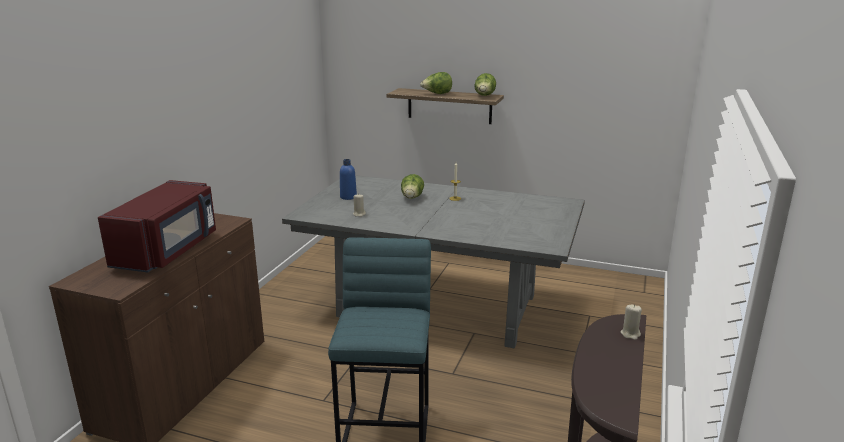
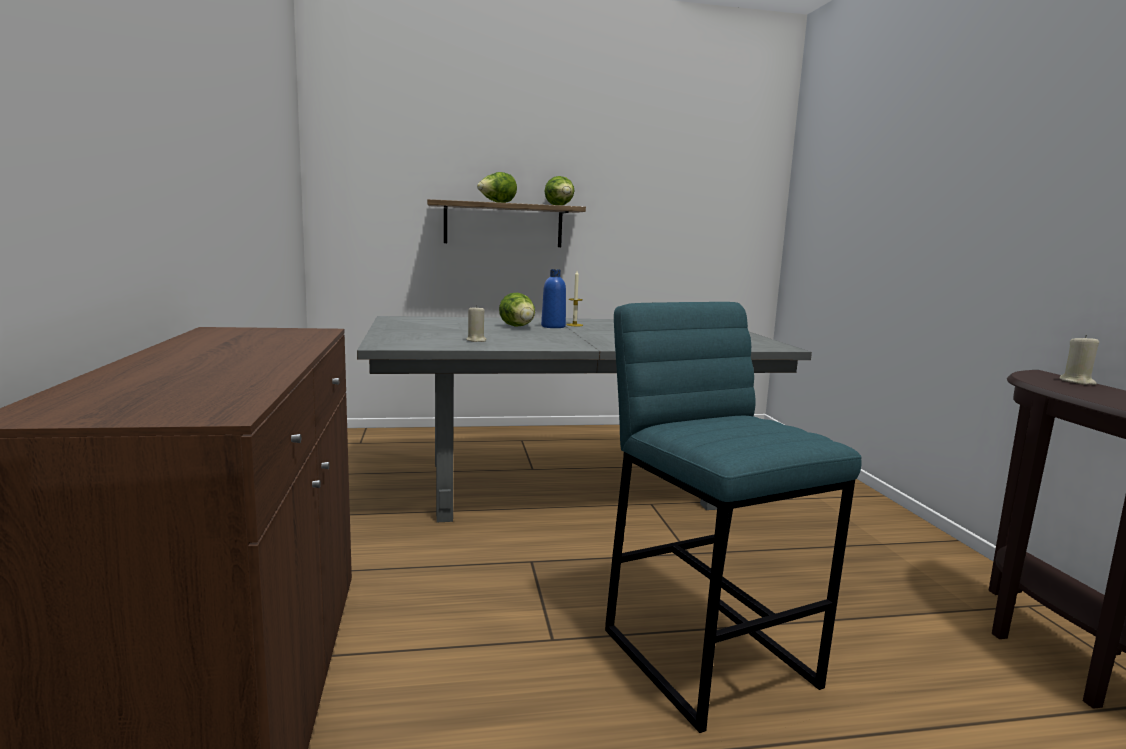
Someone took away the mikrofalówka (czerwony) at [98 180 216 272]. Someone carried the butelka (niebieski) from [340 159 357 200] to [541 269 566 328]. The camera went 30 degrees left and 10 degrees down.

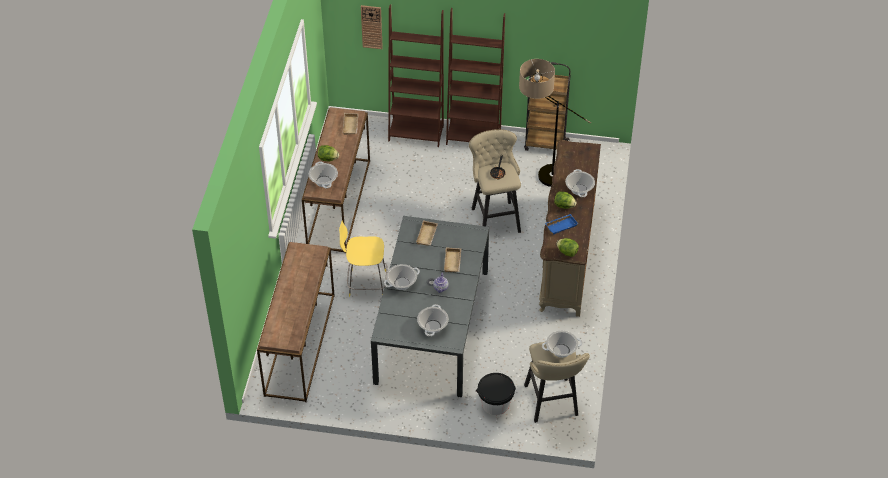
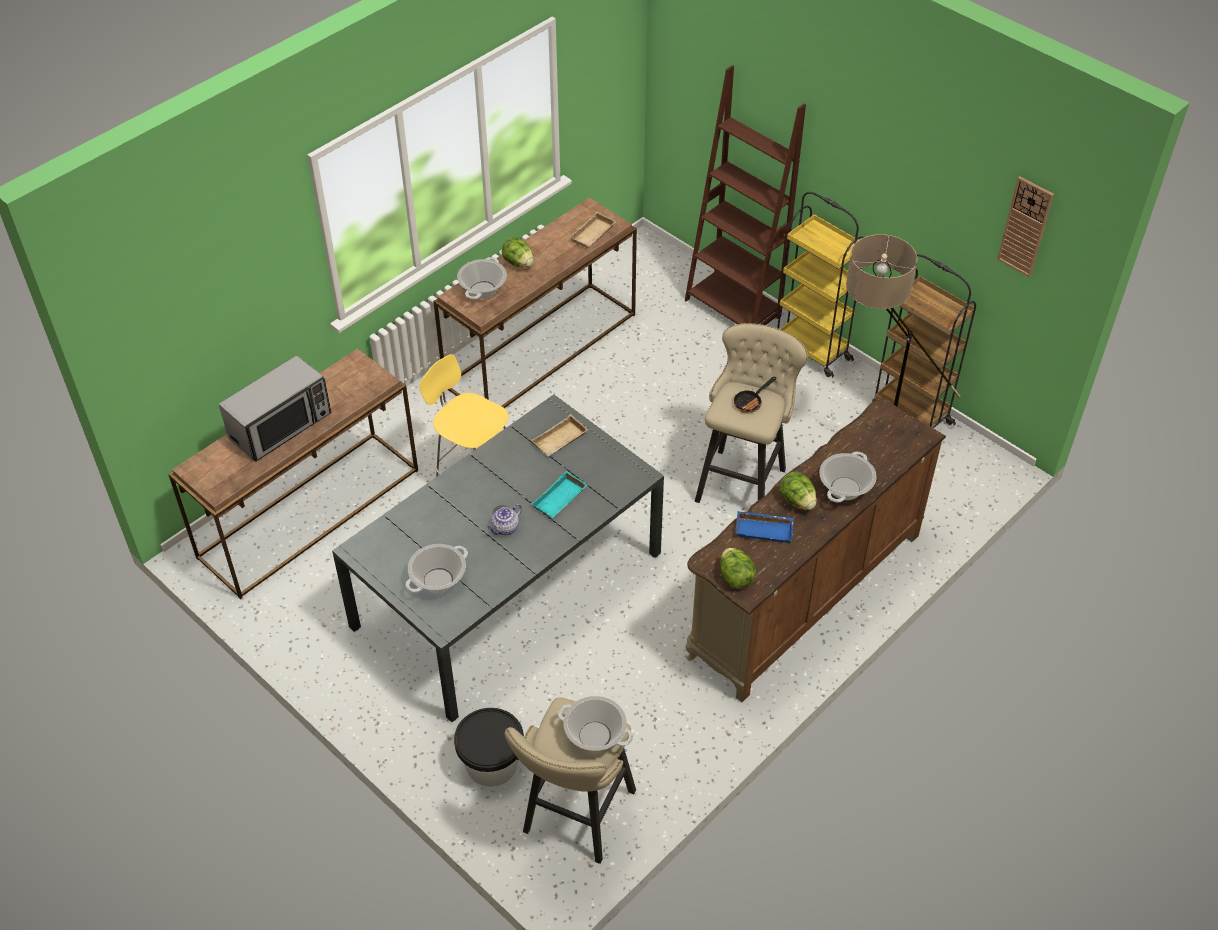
Someone carried the zegar ścienny from [361 5 383 49] to [997 176 1054 277]. Someone took away the garnek at [384 264 420 290]. Someone repainted the taca (beżowy) at [444 247 461 272], which became the taca (turkusowy) at [531 471 588 518]. Someone swapped the regał (brązowy) at [446 8 505 145] for the wózek (żółty) at [777 192 864 378]. Someone put down the mikrofalówka at [219 355 331 462]. The camera went 35 degrees right and 0 degrees up.

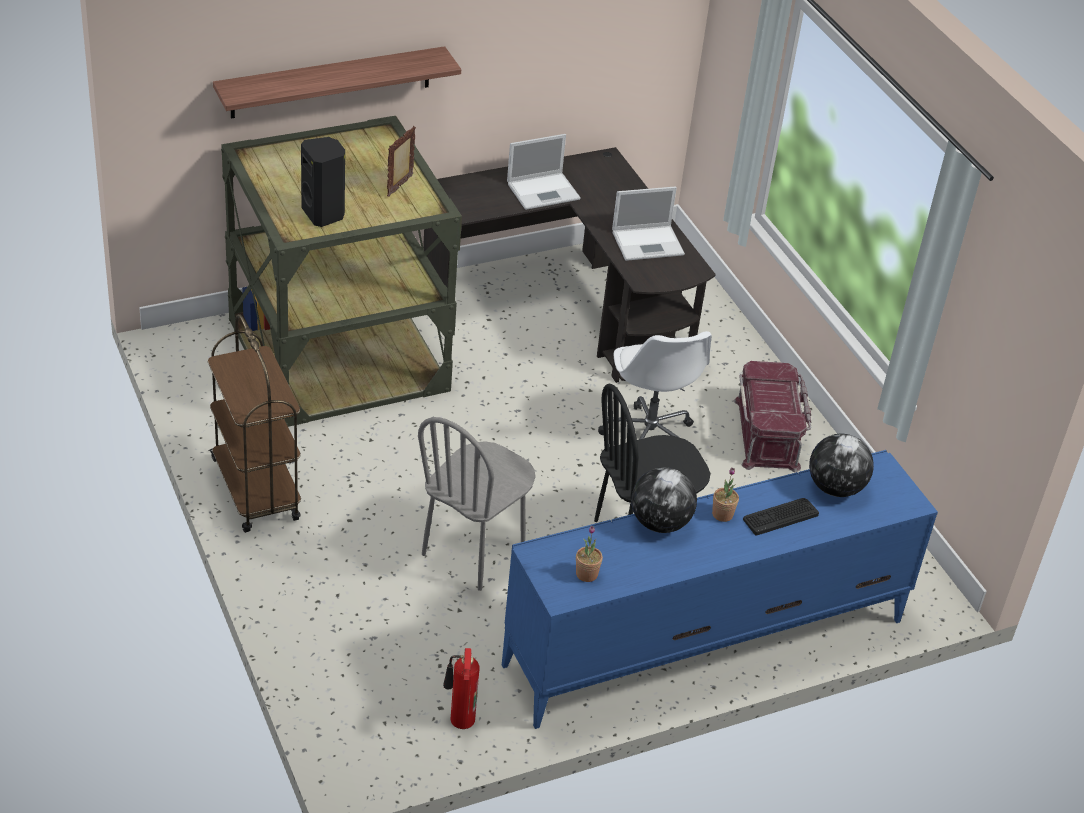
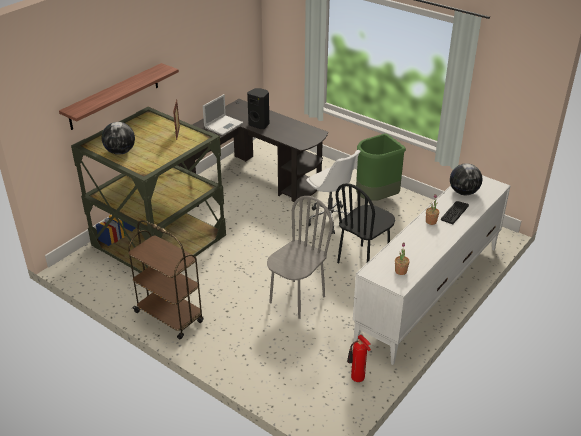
Someone carried the głośnik (czarny) from [301 137 345 227] to [247 88 269 129]. Someone rotated the krzesło (szary) at [418 417 535 591] by 150 degrees counterclockwise. Someone repainted the szafka (niebieski) at [502 450 938 729], which became the szafka (biały) at [353 175 510 365]. Someone took away the laptop at [612 186 685 261]. Someone carried the globus from [631 467 697 533] to [102 122 135 155]. Someone swapped the pojemnik do przechowywania (czerwony) at [733 361 811 473] for the kosz na śmieci (zielony) at [356 133 406 201]. The camera went 25 degrees left and 5 degrees down.

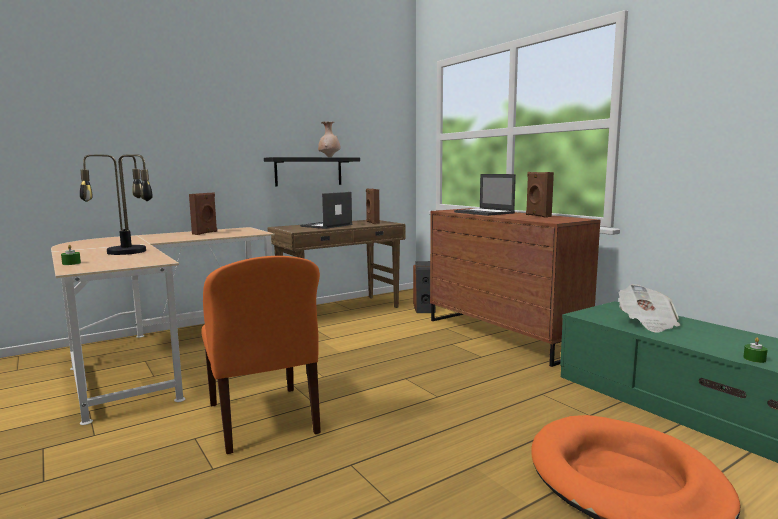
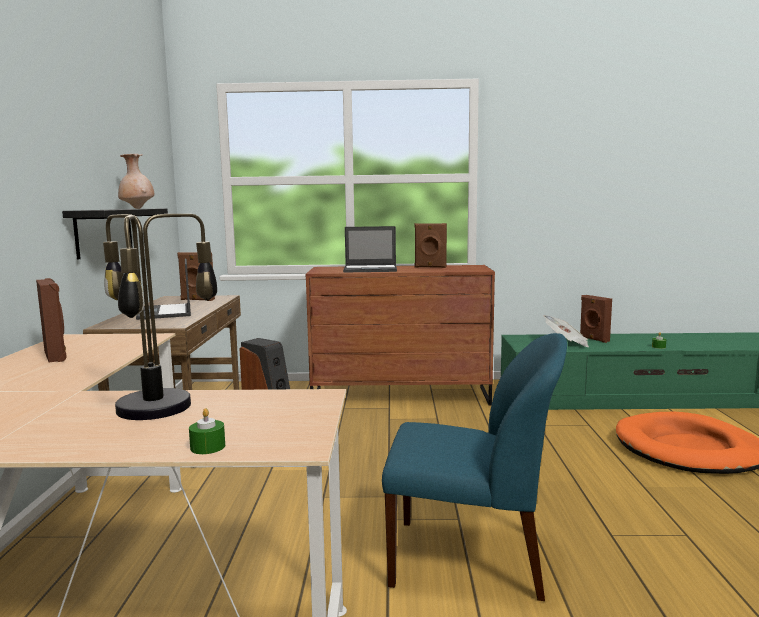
Someone repainted the krzesło (pomarańczowy) at [201 256 321 454], which became the krzesło (niebieski) at [382 333 567 601]. Someone put down the głośnik (brązowy) at [580 295 612 343]. The camera went 55 degrees left and 0 degrees up.

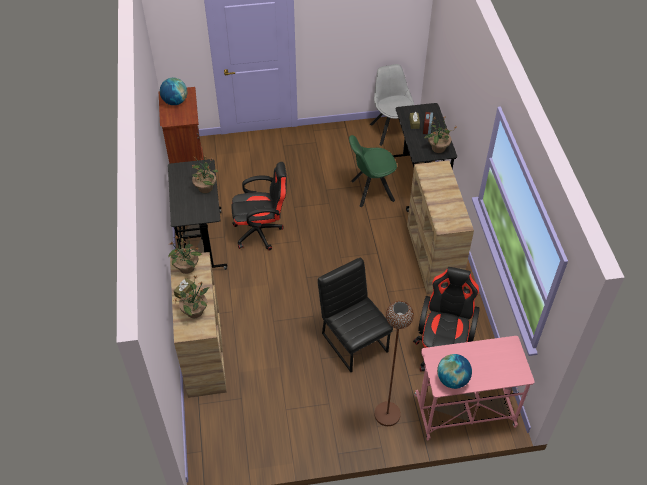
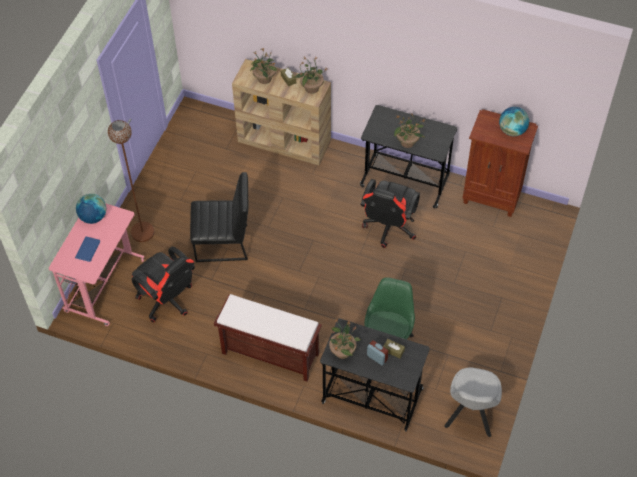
Someone rotated the krzesło (szary) at [370 64 414 146] by 90 degrees clockwise. Someone swapped the regał (brązowy) at [407 160 474 294] for the ławka (brązowy) at [214 294 322 381]. Someone put down the książka (niebieski) at [75 236 100 262]. The camera went 120 degrees right and 5 degrees up.

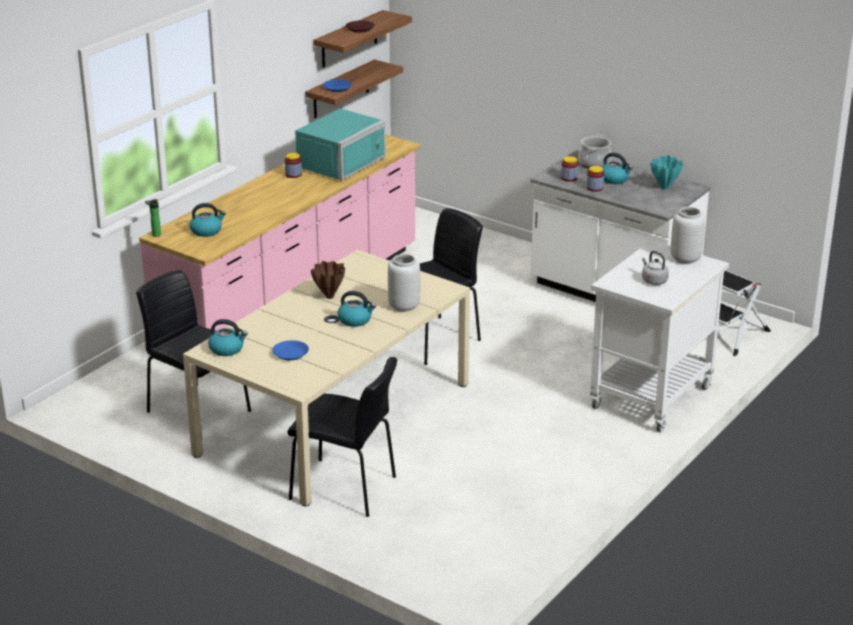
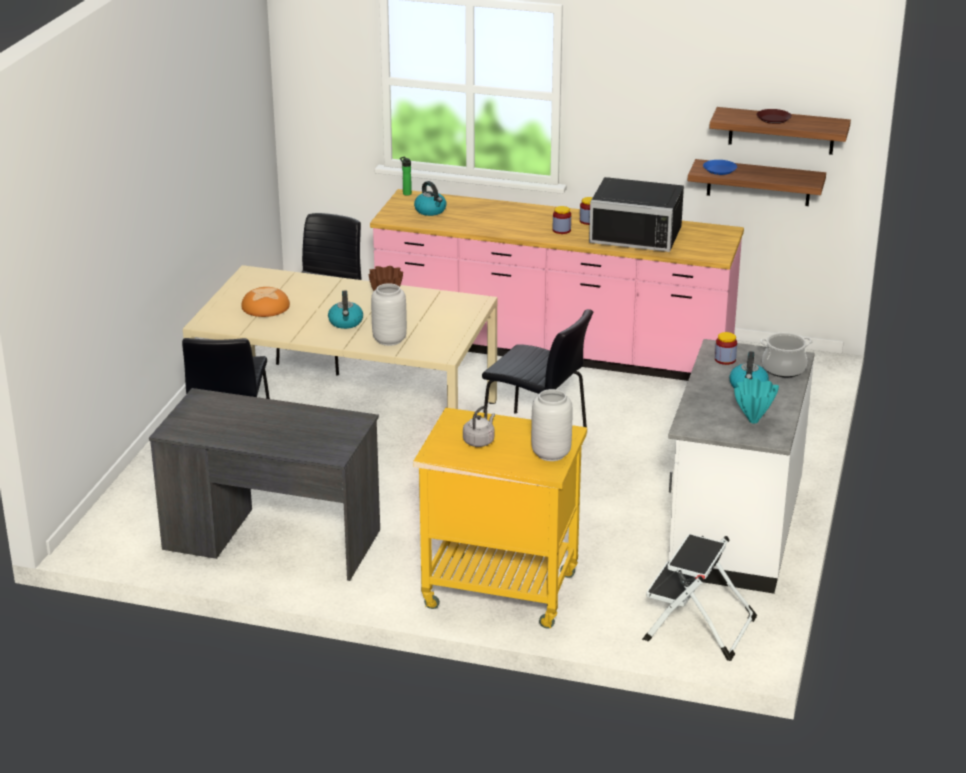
Someone took away the czajnik at [208 319 248 356]. Someone swapped the talerz (niebieski) at [272 340 309 360] for the chleb at [241 287 290 317]. Someone repainted the mikrofalówka (turkusowy) at [295 108 386 181], which became the mikrofalówka (czarny) at [589 177 684 252]. Someone carried the słoik from [587 166 604 192] to [553 206 571 234]. Someone repainted the wózek (biały) at [590 240 729 432], which became the wózek (żółty) at [413 408 588 628]. Someone put down the biurko (szary) at [149 388 380 581]. The camera went 70 degrees right and 0 degrees up.

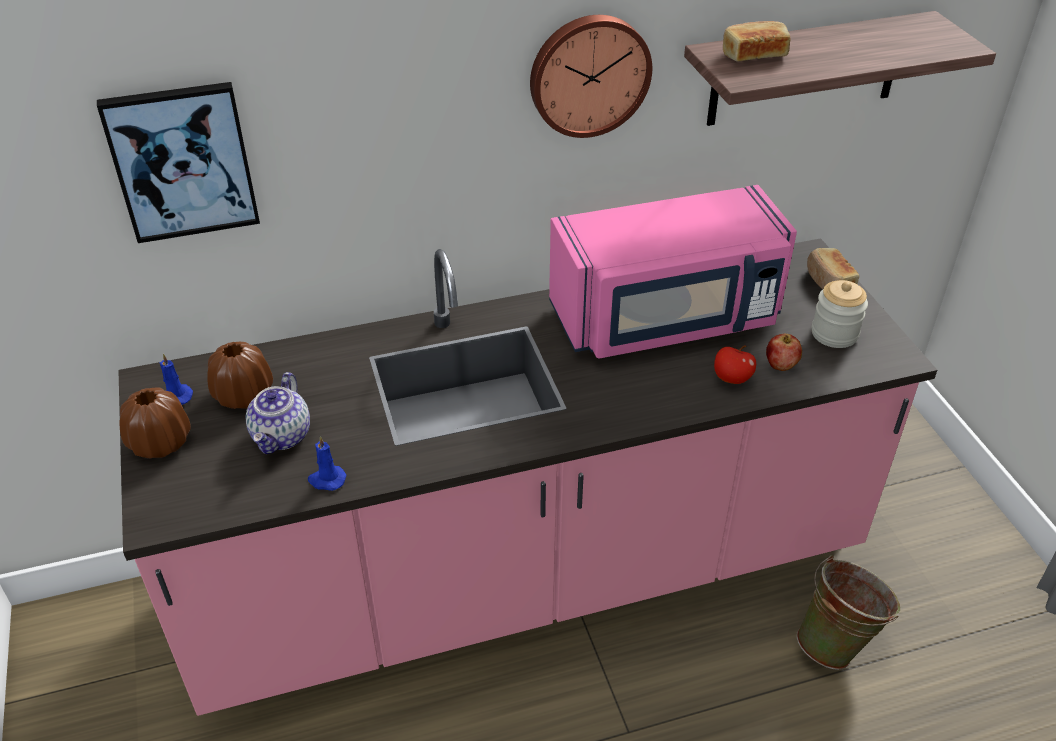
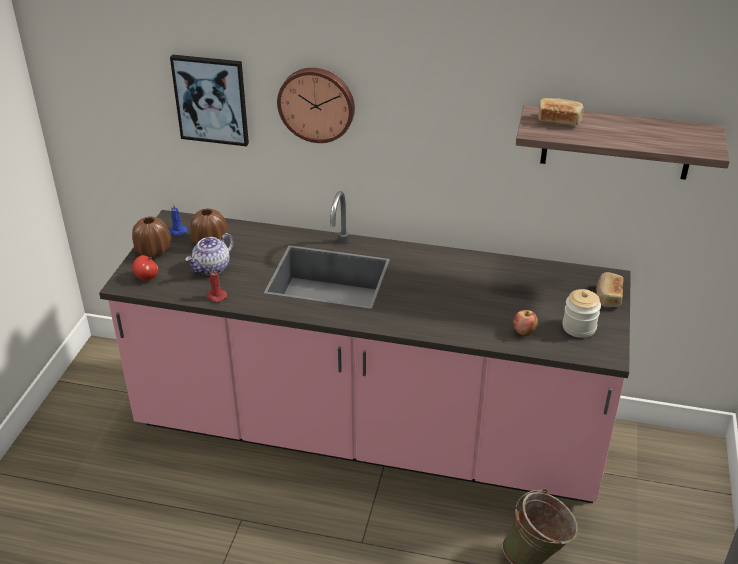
Someone repainted the świeca (niebieski) at [308 436 346 491], which became the świeca (czerwony) at [207 267 227 302]. Someone carried the zegar ścienny from [530 15 652 138] to [277 68 355 143]. Someone took away the mikrofalówka (różowy) at [549 185 797 358]. Someone carried the jabłko from [714 345 756 384] to [132 255 158 280]. The camera went 30 degrees right and 5 degrees down.

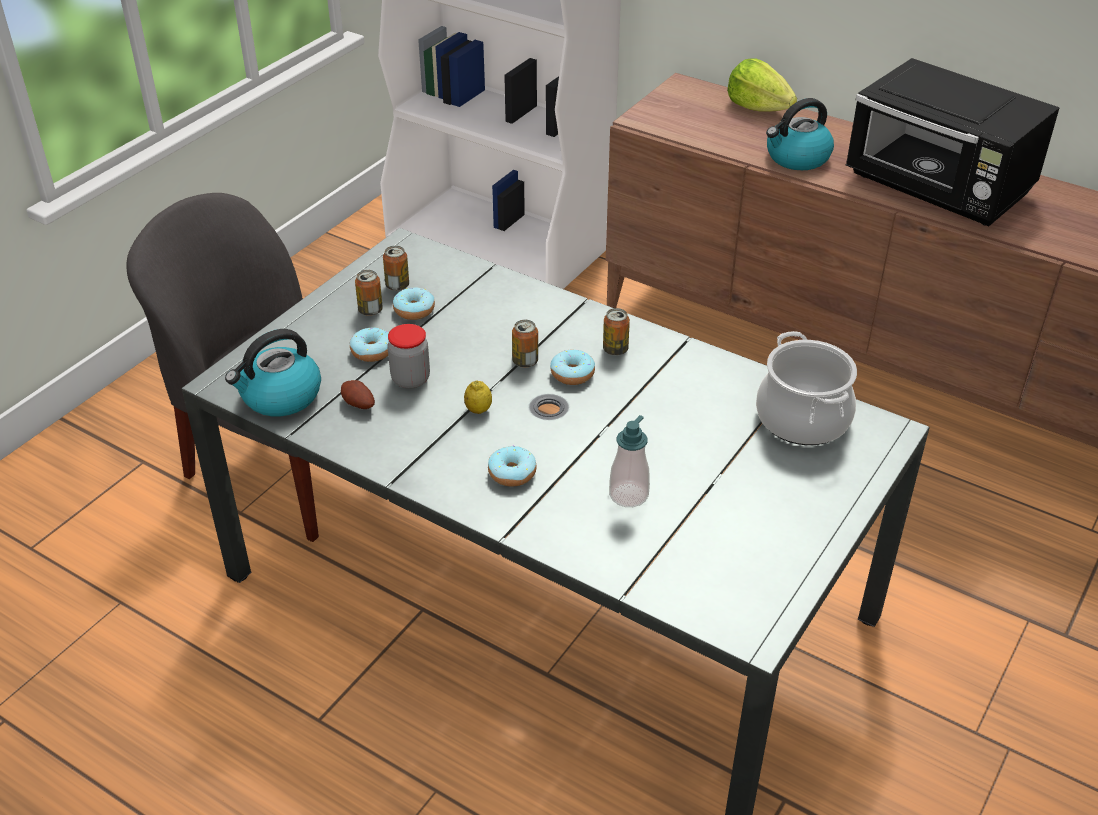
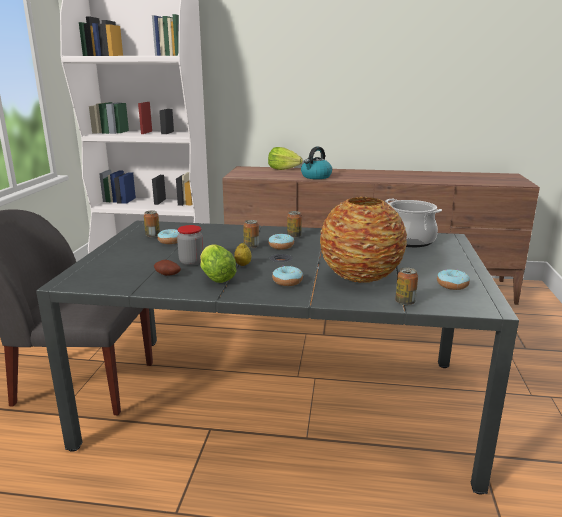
Someone took away the czajnik at [225 329 321 416]. Someone carried the donut from [350 328 389 362] to [437 269 470 290]. Someone carried the puszka from [355 270 383 316] to [395 267 418 305]. Someone swapped the dozownik mydła at [609 415 650 507] for the wazon at [320 197 407 283]. Someone took away the mikrofalówka (czarny) at [846 58 1060 226]. Someone put down the sałata at [200 244 237 283]. The camera went 25 degrees left and 20 degrees down.

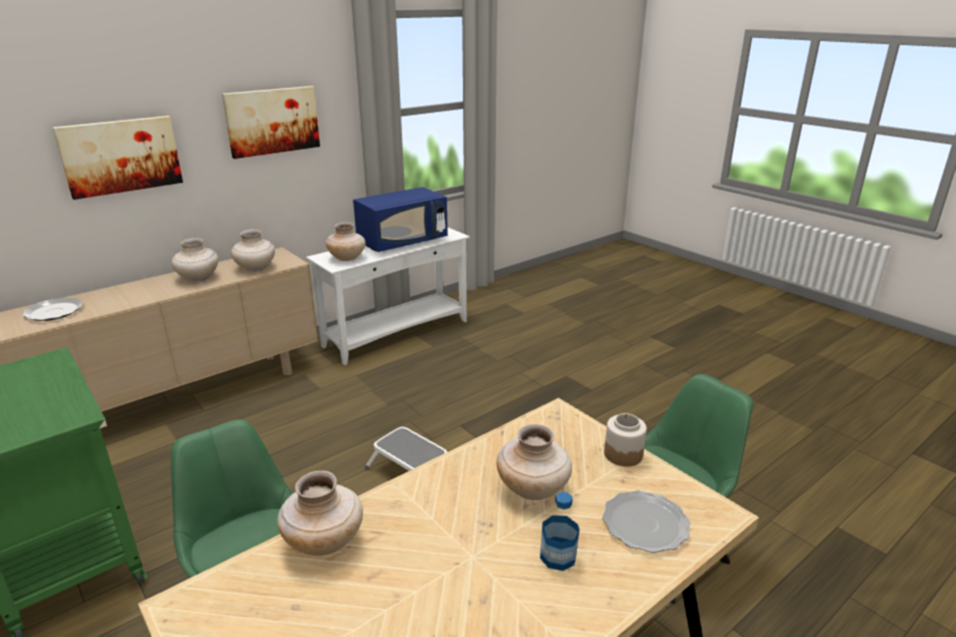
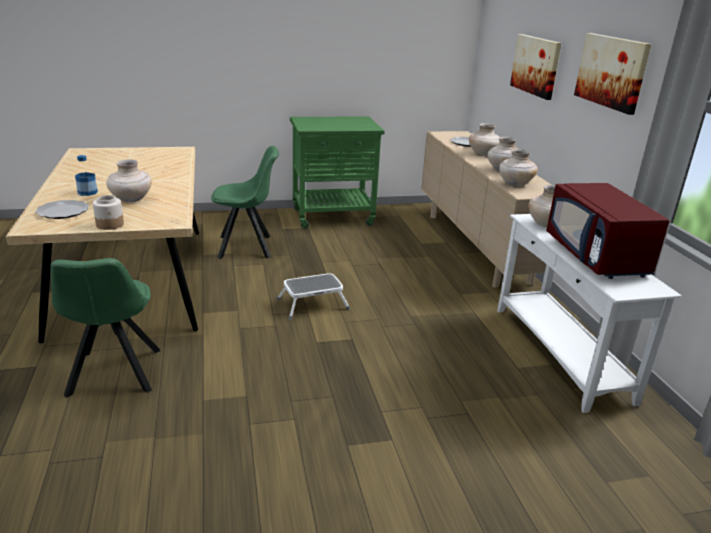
Someone carried the wazon (beżowy) from [277 471 363 556] to [469 123 499 156]. Someone repainted the mikrofalówka (niebieski) at [353 187 448 252], which became the mikrofalówka (czerwony) at [546 183 669 279]. The camera went 115 degrees right and 0 degrees up.

